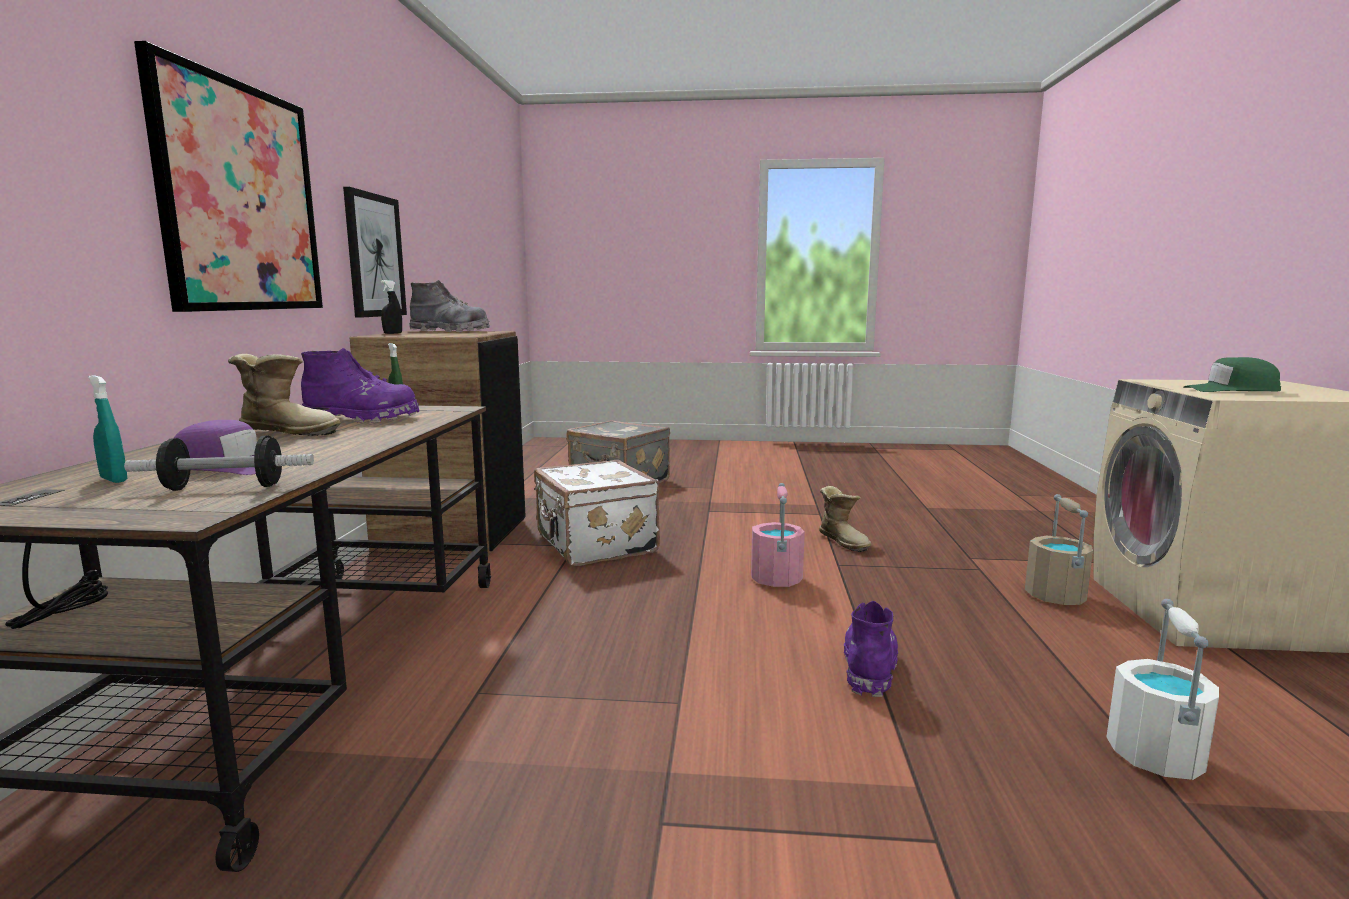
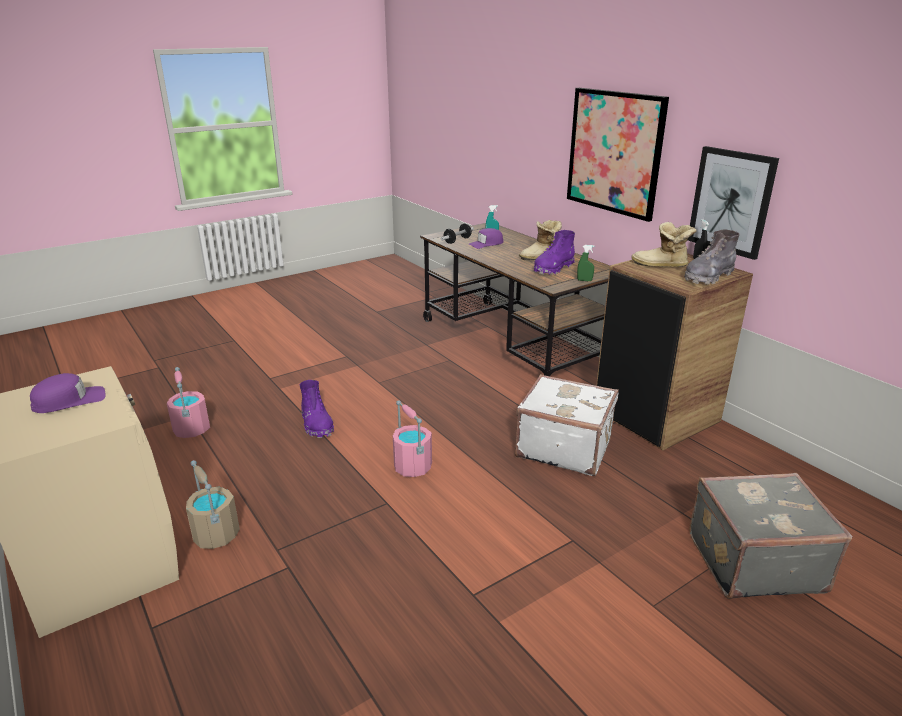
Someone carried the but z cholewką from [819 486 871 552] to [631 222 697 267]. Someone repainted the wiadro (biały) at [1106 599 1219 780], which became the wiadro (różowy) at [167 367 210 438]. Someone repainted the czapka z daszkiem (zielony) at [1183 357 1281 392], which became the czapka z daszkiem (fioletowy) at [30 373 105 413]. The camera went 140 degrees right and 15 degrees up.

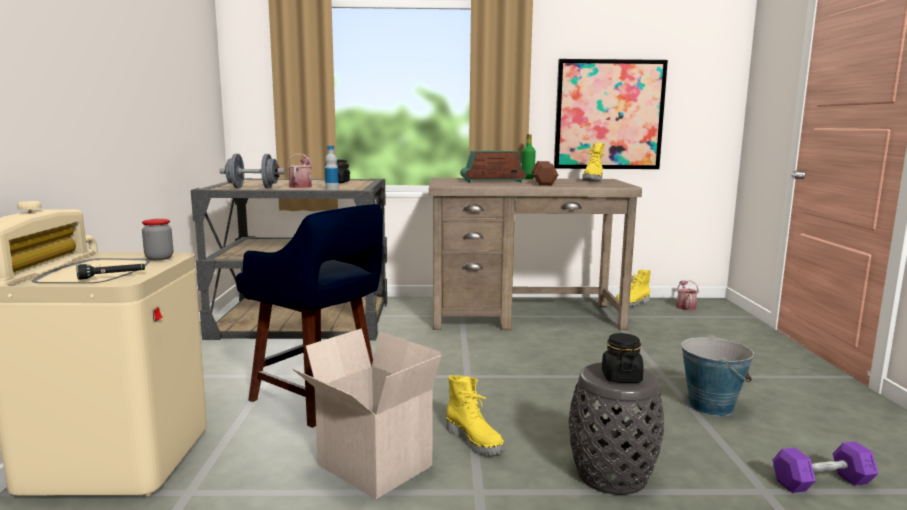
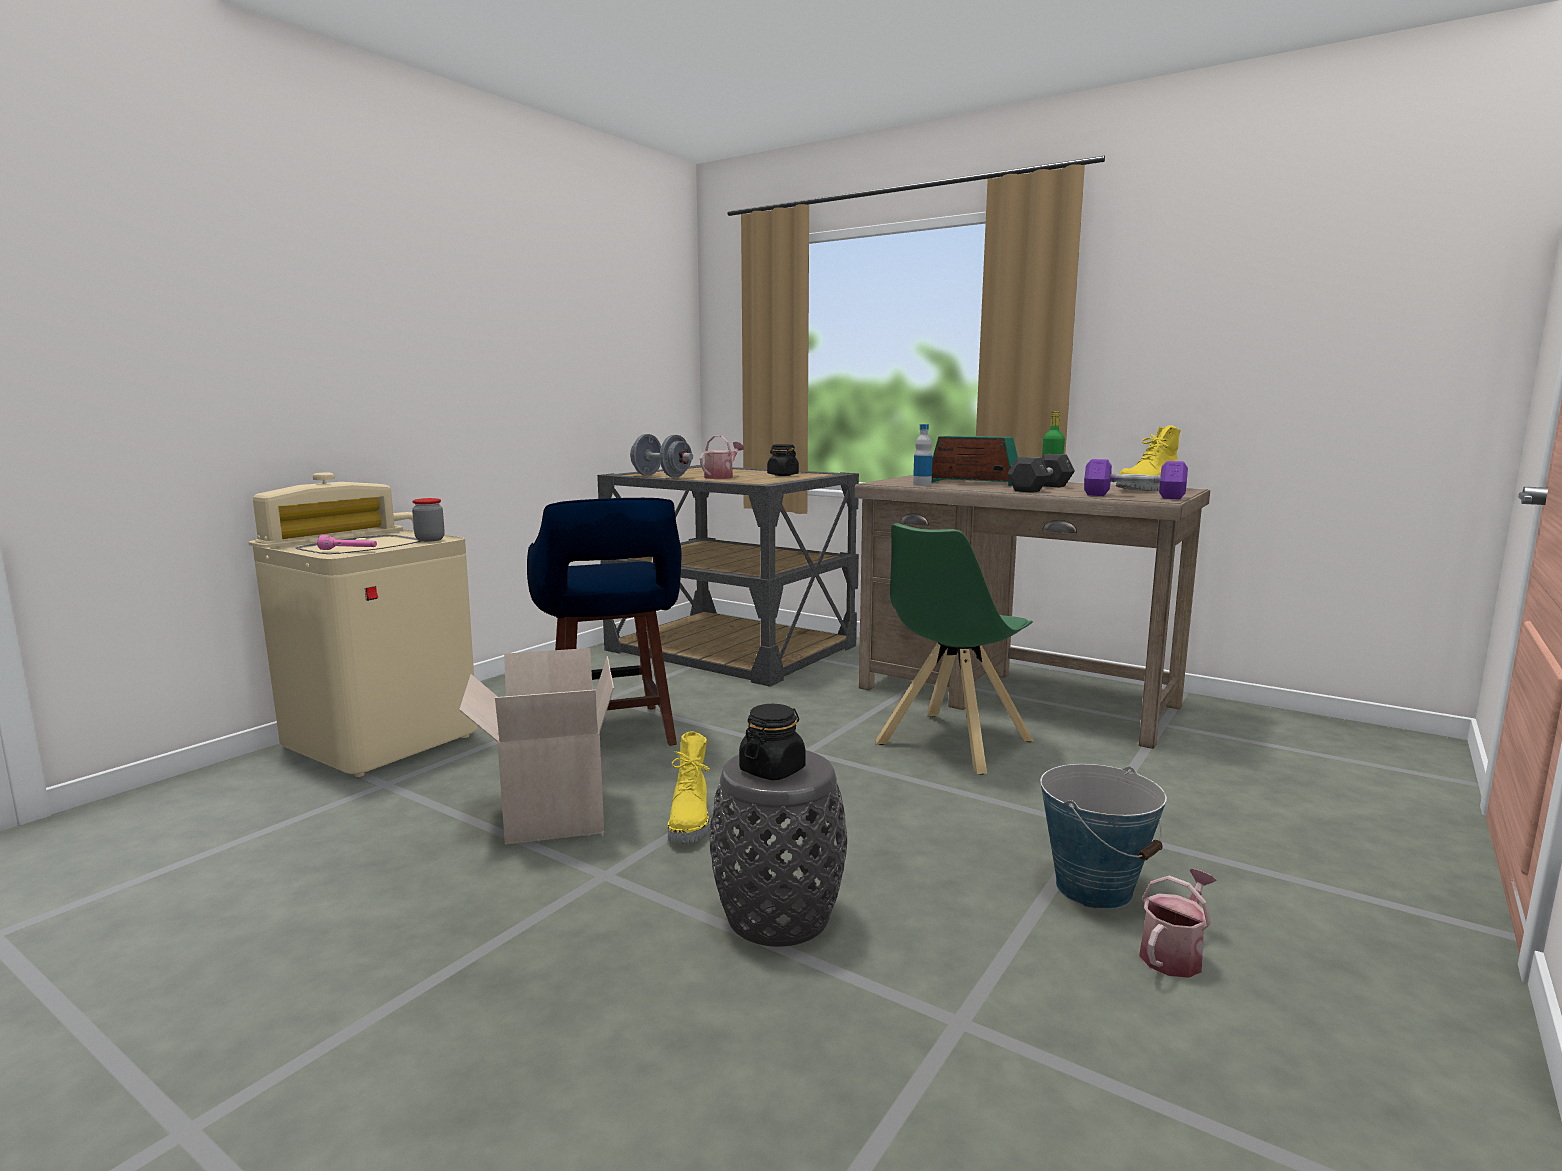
Someone repainted the latarka (czarny) at [76 264 145 280], which became the latarka (różowy) at [317 535 377 550]. Someone carried the butelka from [325 146 339 190] to [913 424 933 486]. Someone repainted the hantel (brązowy) at [531 161 558 186], which became the hantel (szary) at [1007 454 1075 493]. Someone took away the obraz at [554 59 668 169]. Someone took away the but z cholewką (żółty) at [616 270 651 307]. Someone carried the konewka from [676 280 699 310] to [1139 868 1217 978]. Someone carried the hantel (fioletowy) from [773 441 879 493] to [1084 459 1188 499]. Someone put down the krzesło (zielony) at [875 523 1034 775]. The camera went 35 degrees right and 0 degrees up.

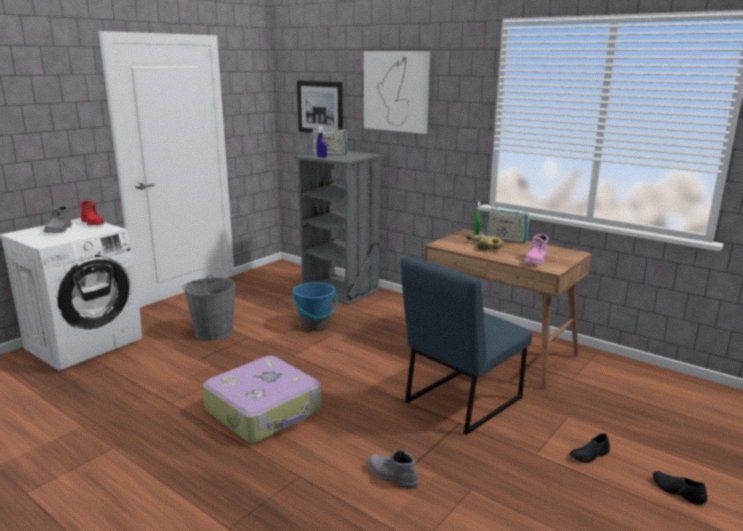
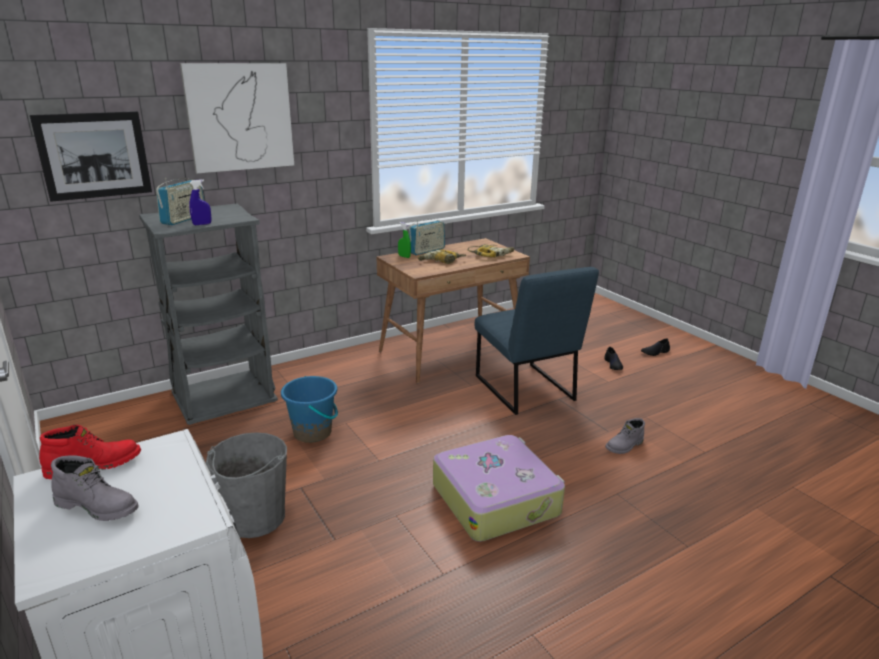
Someone swapped the but z cholewką (różowy) at [524 234 549 265] for the wiertarka at [468 244 514 257]. The camera went 70 degrees left and 5 degrees up.

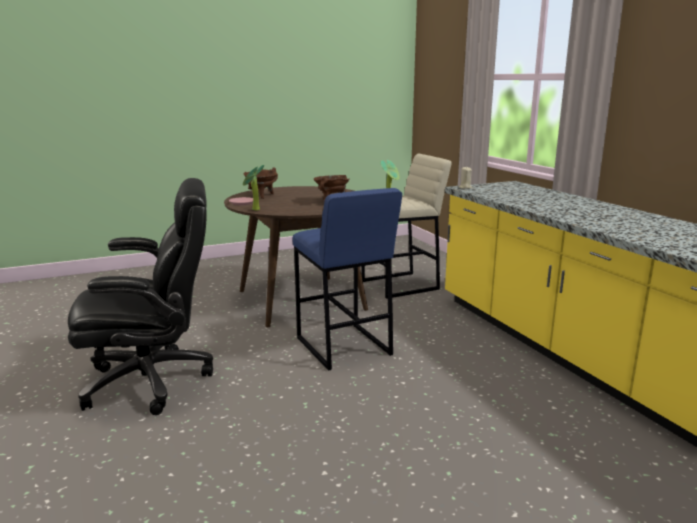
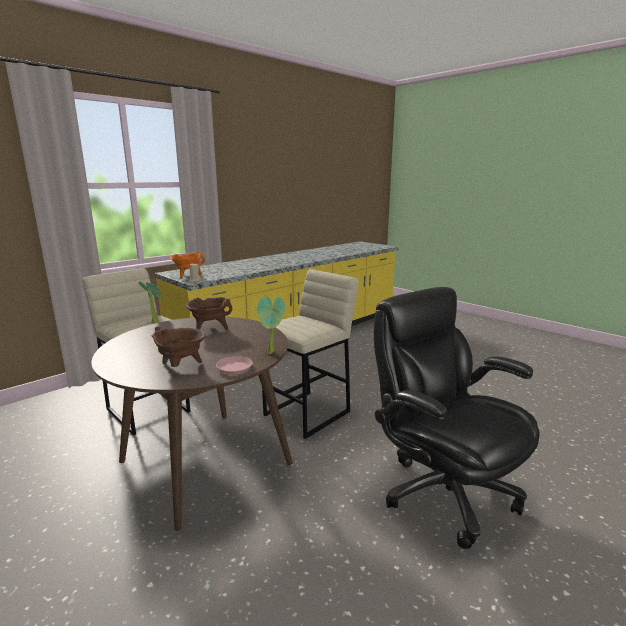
Someone repainted the stołek (niebieski) at [292 188 402 371], which became the stołek (beżowy) at [262 269 358 439]. Someone put down the garnek (pomarańczowy) at [170 252 205 279]. The camera went 110 degrees left and 0 degrees up.

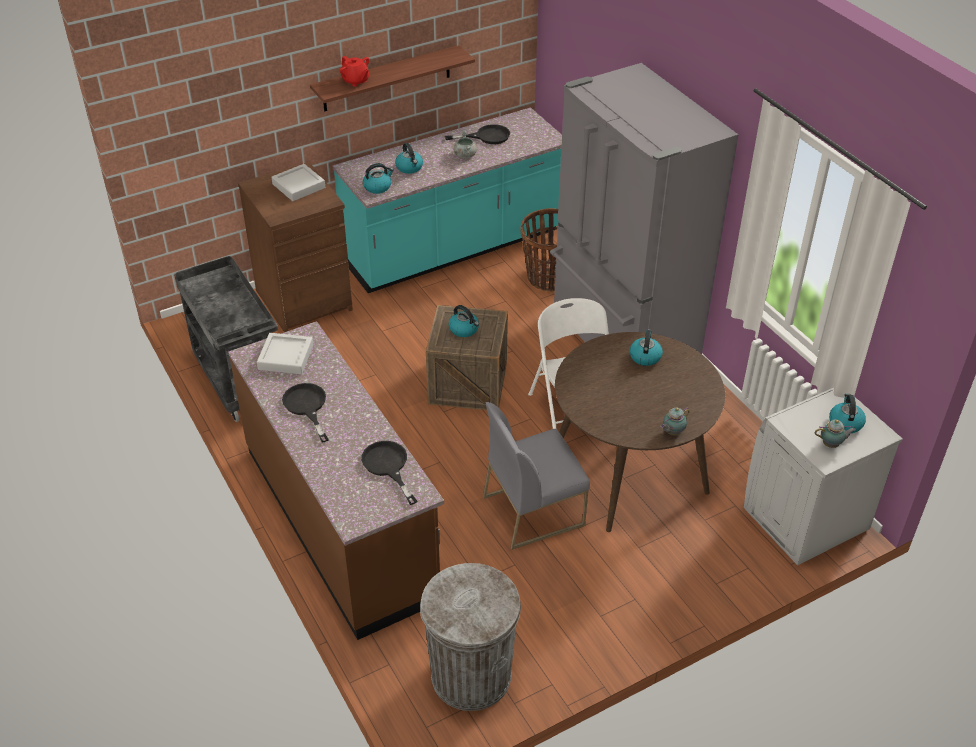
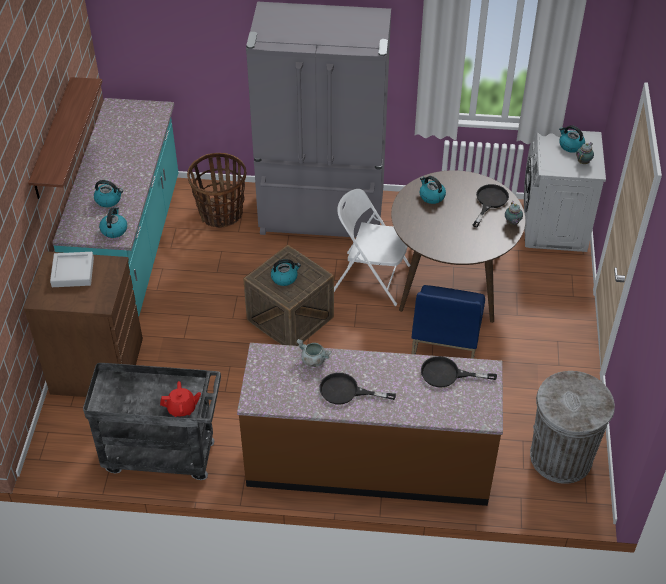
Someone took away the taca (szary) at [257 333 313 374]. Someone carried the imbryk (czerwony) from [339 56 369 87] to [160 381 201 417]. Someone carried the patelnia (czarny) from [445 124 510 144] to [473 184 509 228]. Someone carried the garnek (szary) from [454 131 477 158] to [296 339 331 367]. Someone repainted the krzesło (szary) at [483 402 590 550], which became the krzesło (niebieski) at [412 285 485 359]. The camera went 55 degrees left and 5 degrees up.

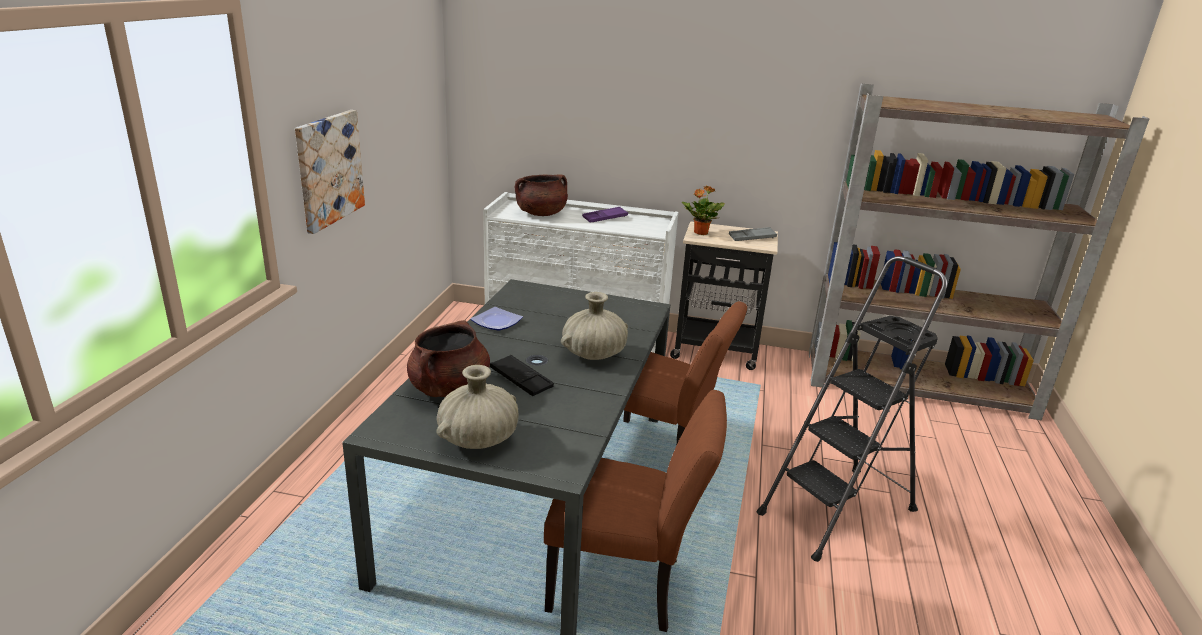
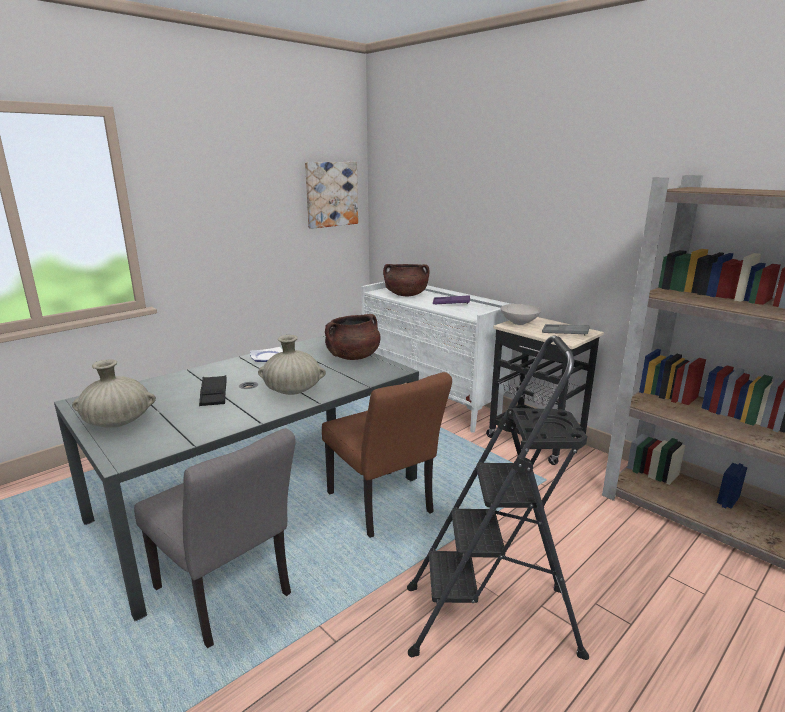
Someone carried the obraz from [295 110 365 234] to [305 162 358 229]. Someone carried the garnek (brązowy) from [407 320 490 397] to [325 314 381 360]. Someone repainted the krzesło (brązowy) at [544 390 727 632], which became the krzesło (szary) at [134 428 295 648]. Someone swapped the roślina doniczkowa at [682 185 725 235] for the miska (biały) at [500 304 541 325]. The camera went 35 degrees right and 5 degrees down.

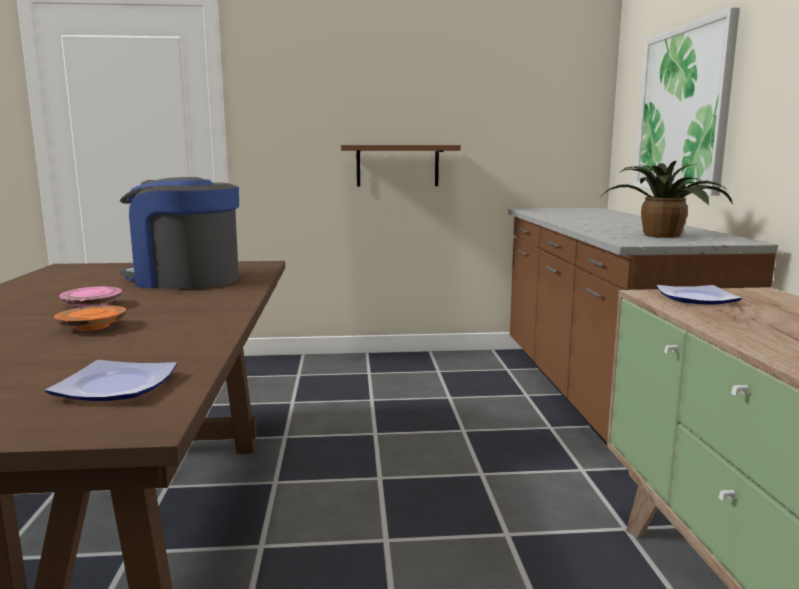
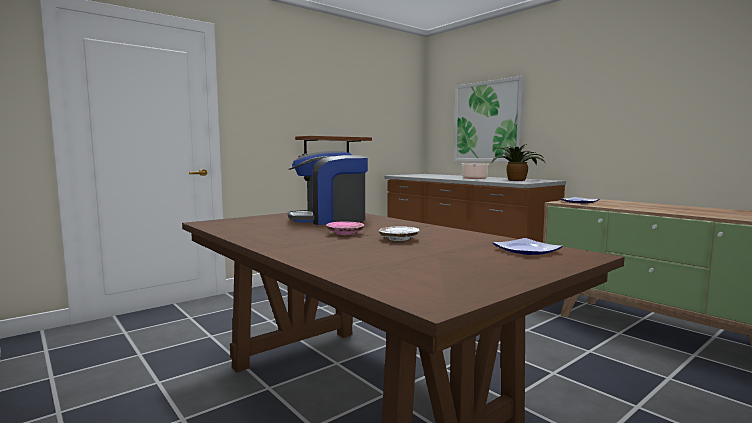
Someone repainted the talerz (pomarańczowy) at [54 305 126 331], which became the talerz (biały) at [379 226 420 241]. Someone put down the garnek at [462 163 488 179]. The camera went 35 degrees left and 5 degrees down.

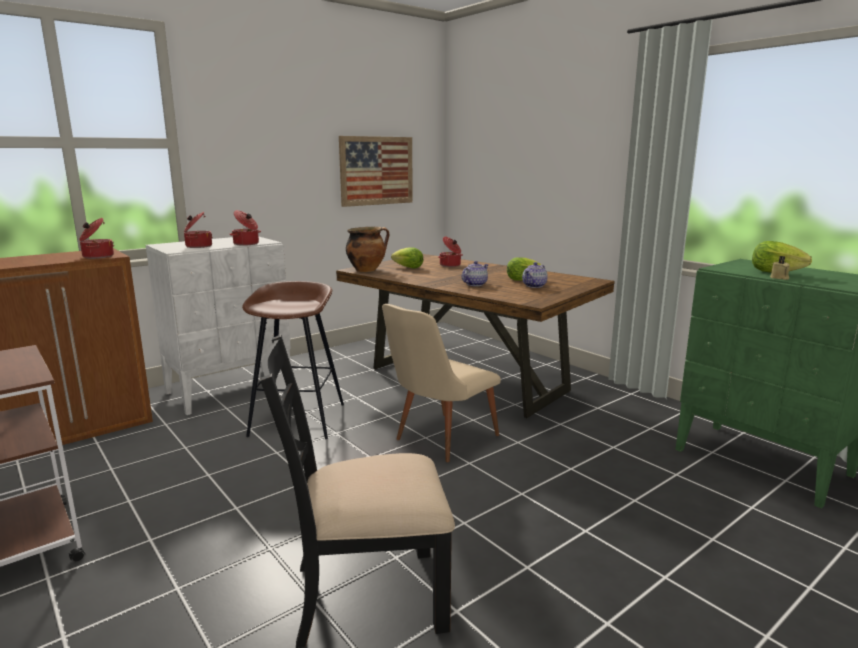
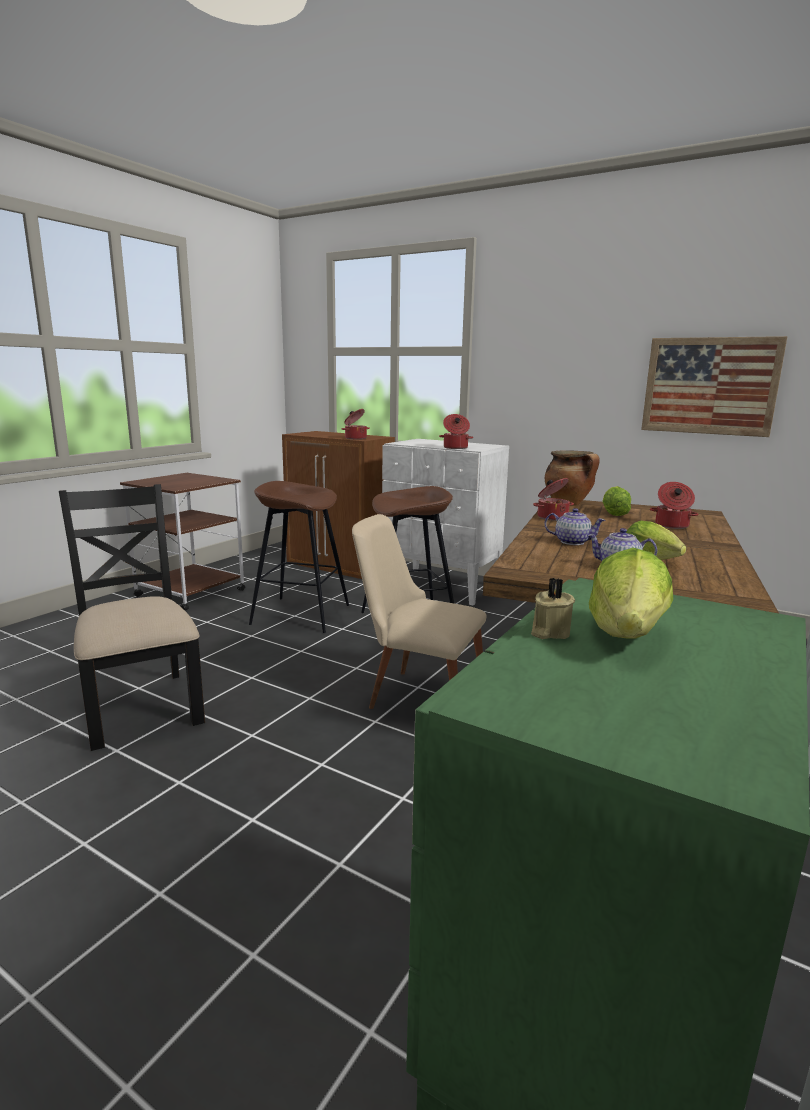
Someone carried the garnek from [184 212 212 248] to [533 478 574 521]. Someone put down the stołek (brązowy) at [249 481 349 633]. The camera went 70 degrees right and 0 degrees up.

